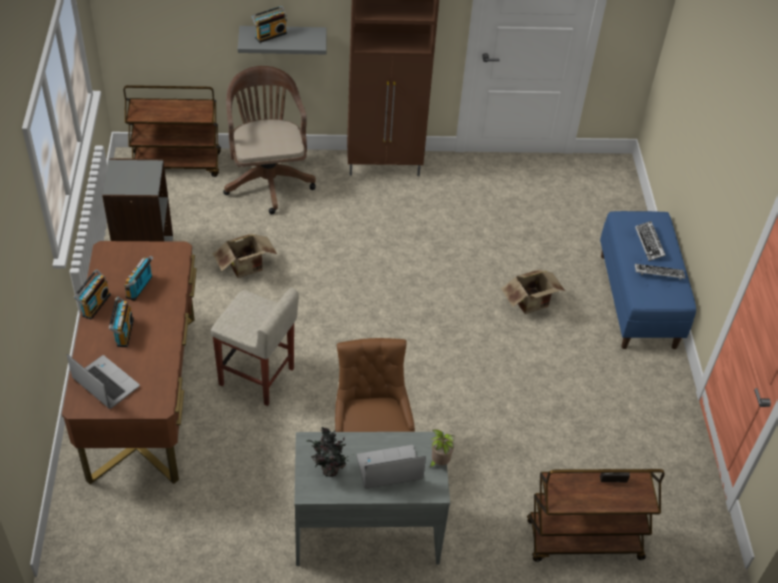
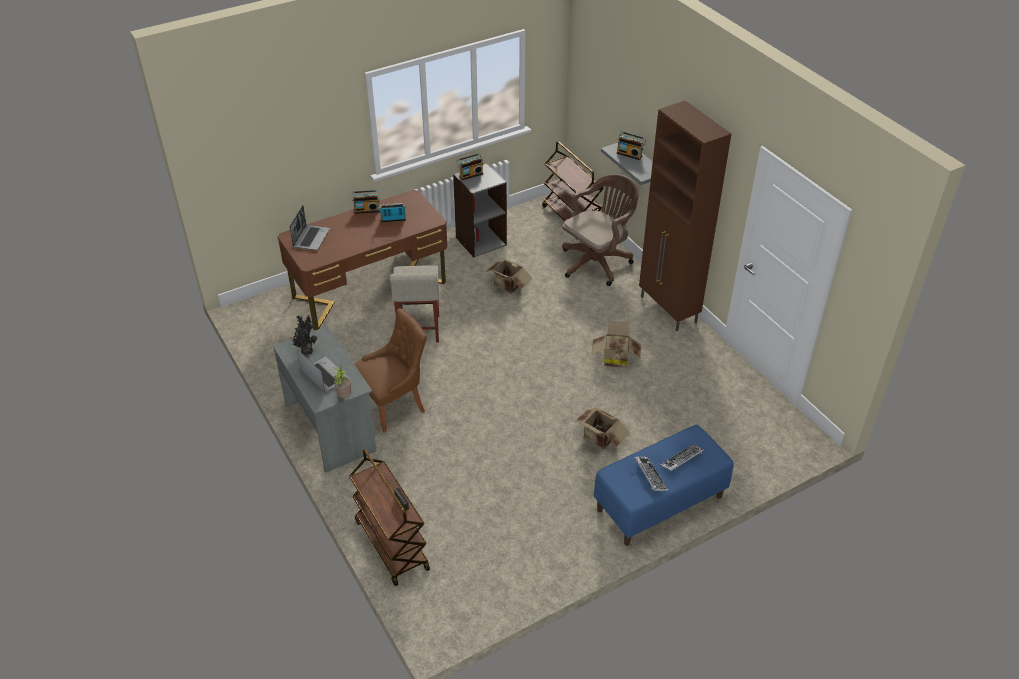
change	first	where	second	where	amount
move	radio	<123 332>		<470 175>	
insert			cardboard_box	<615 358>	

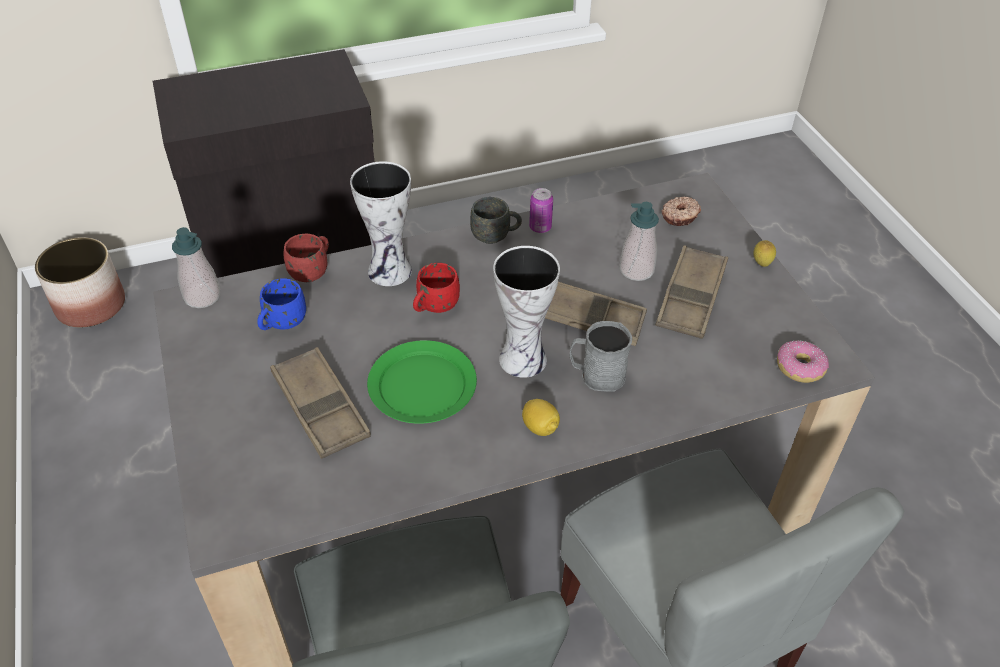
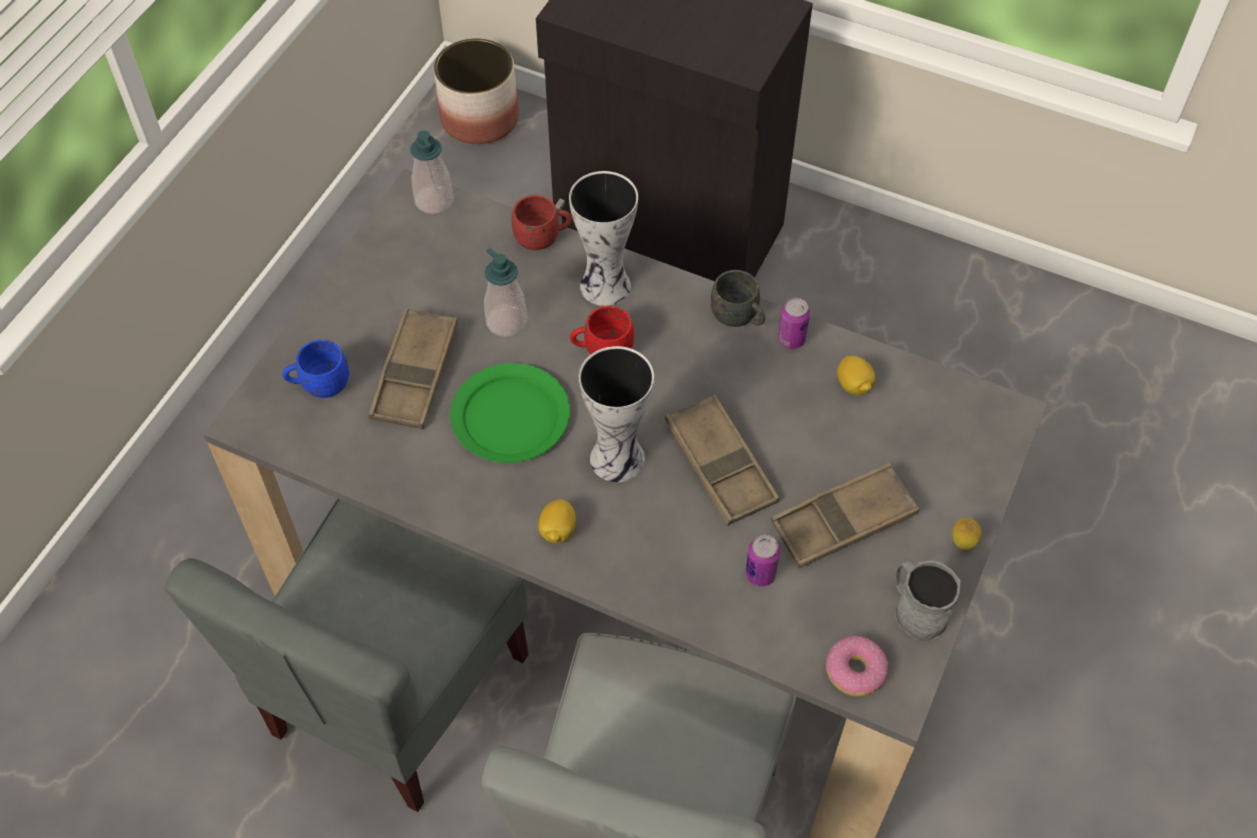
change	first	where	second	where	amount
delete	donut	<680 216>			
move	soap_dispenser	<636 270>		<506 322>	
move	blue_mug	<282 324>		<319 385>	
move	grey_mug	<596 375>		<915 611>	
insert			lemon	<854 385>	
insert			can	<760 574>	

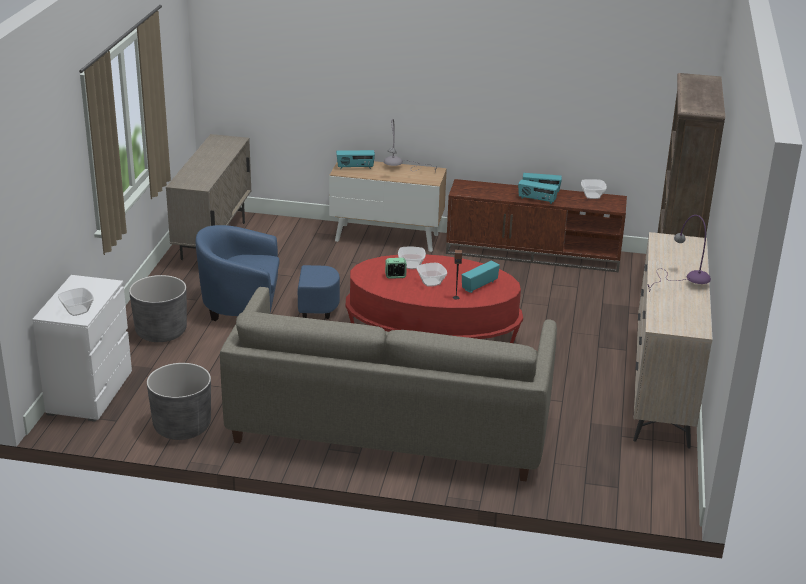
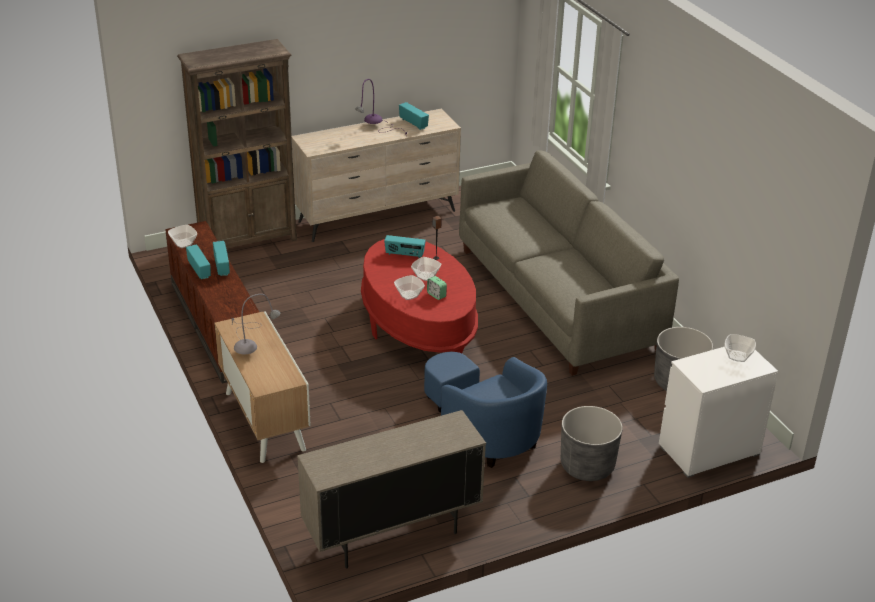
change	first	where	second	where	amount
move	radio	<355 167>		<413 123>	

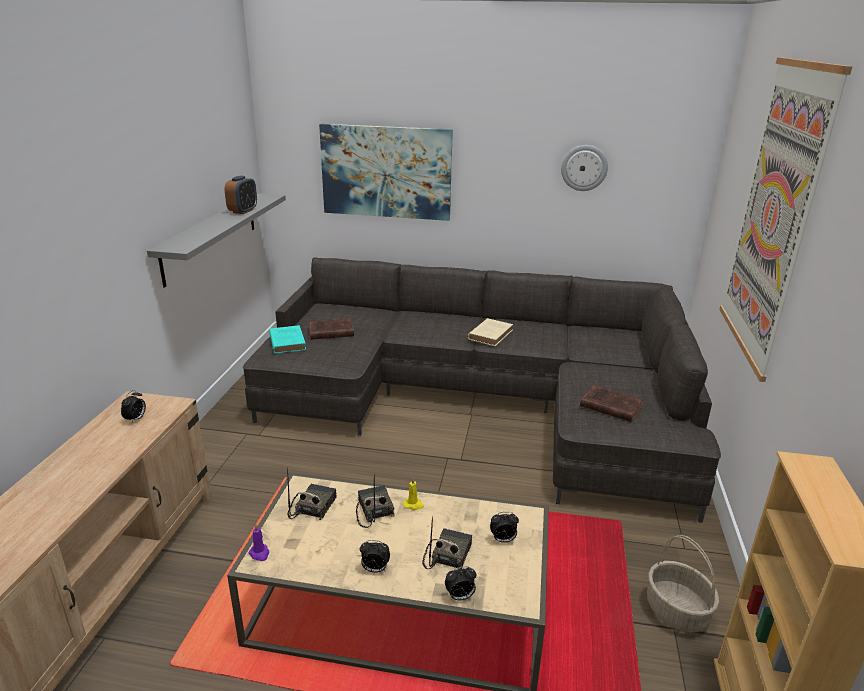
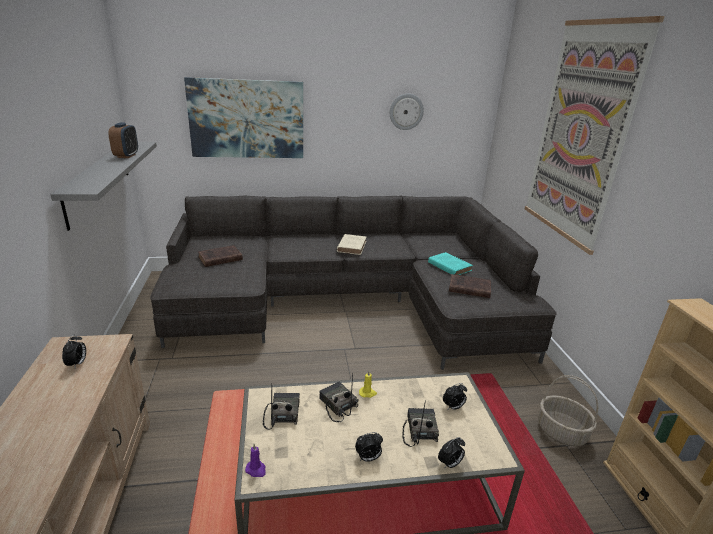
change	first	where	second	where	amount
move	turquoise_book	<287 342>		<448 266>	

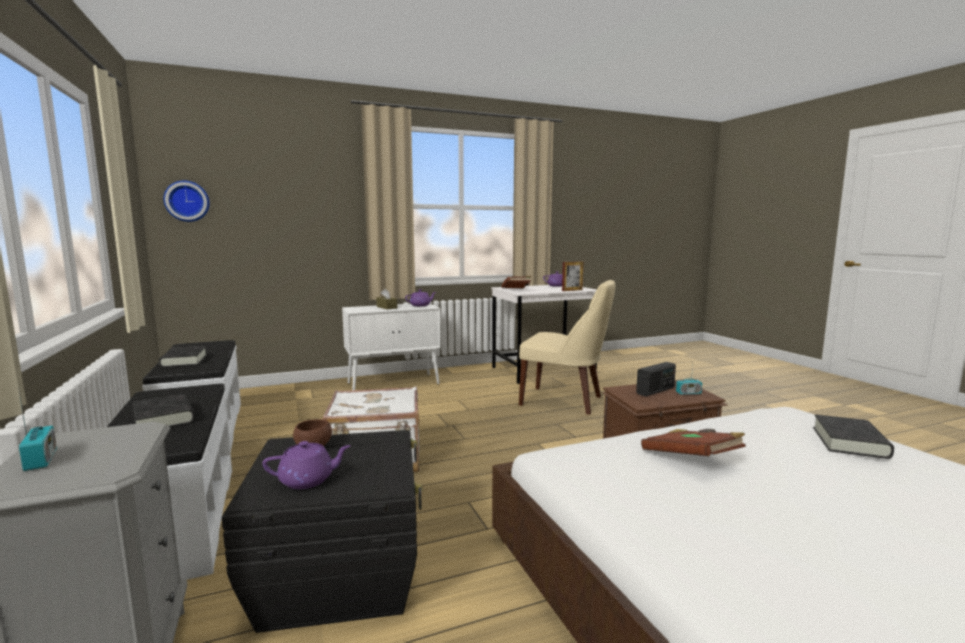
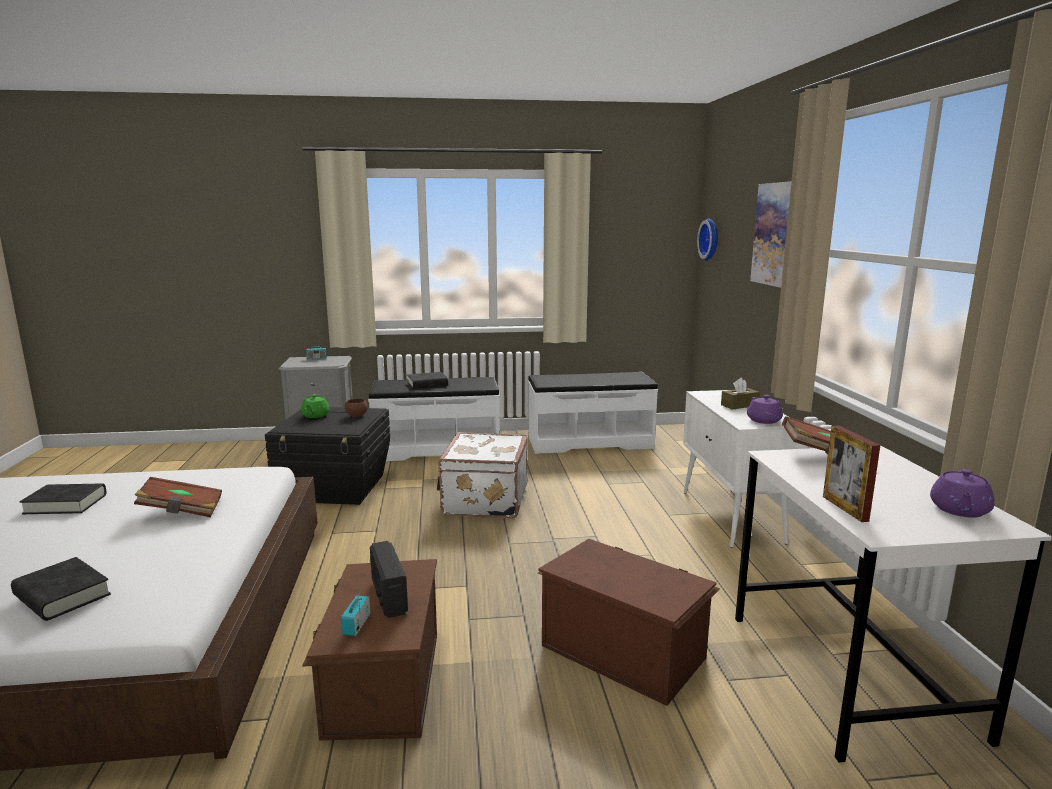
change	first	where	second	where	amount
replace	beige_chair	<565 401>	brown_storage_box	<623 650>	
move	black_book	<184 361>		<66 504>	
recolor	purple_teapot	<308 480>	green_teapot	<315 415>	
insert			picture	<776 234>	

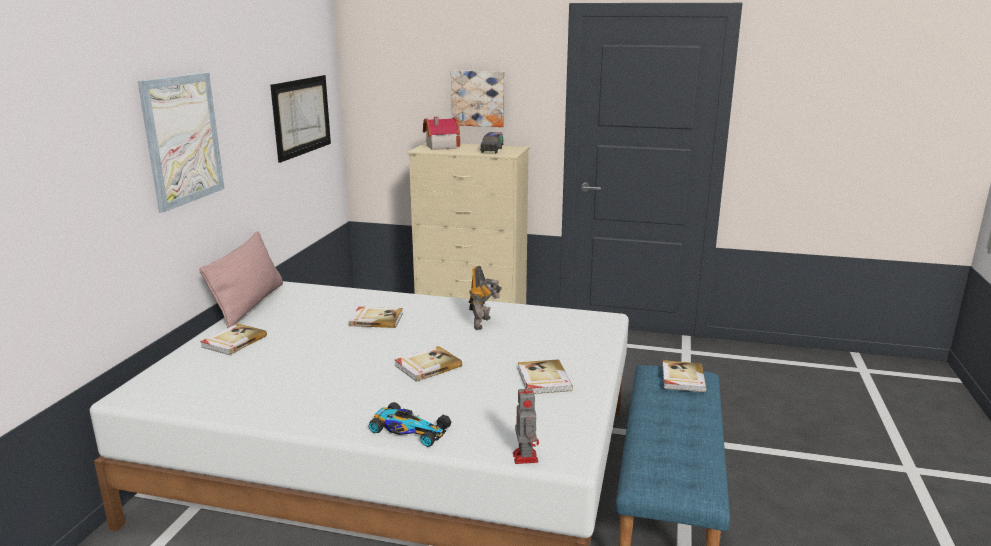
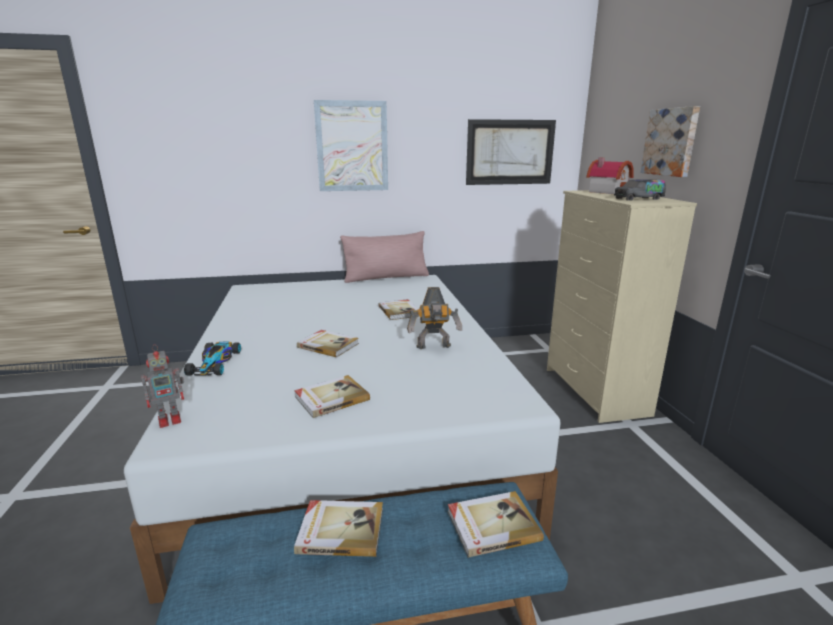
change	first	where	second	where	amount
move	book	<233 341>		<340 530>	

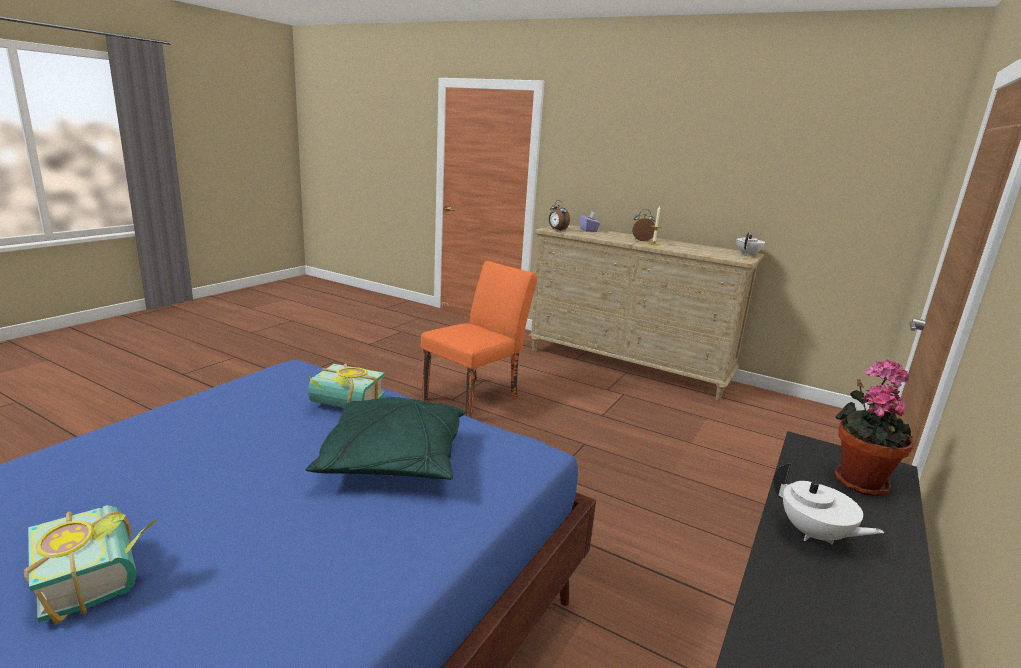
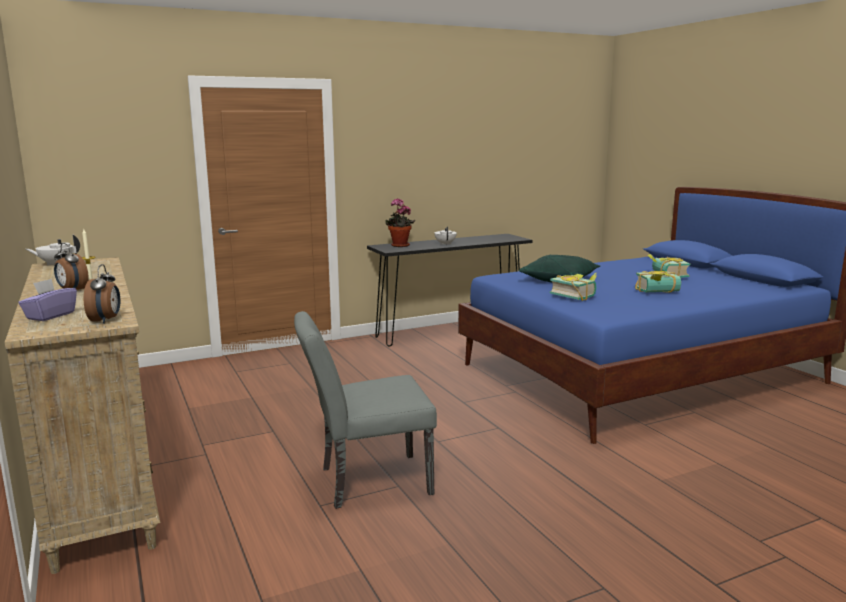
change	first	where	second	where	amount
recolor	orange_chair	<476 397>	grey_chair	<366 482>	
insert			book	<659 292>	

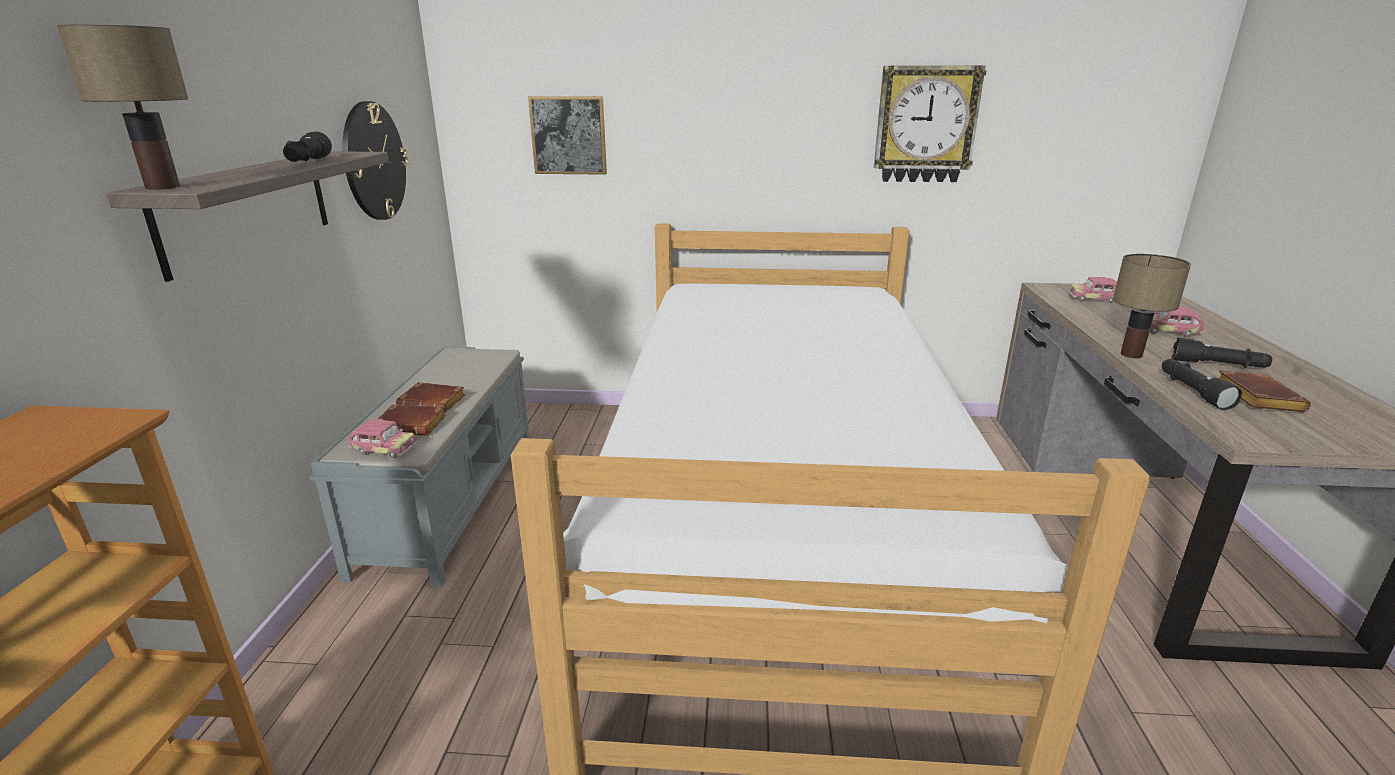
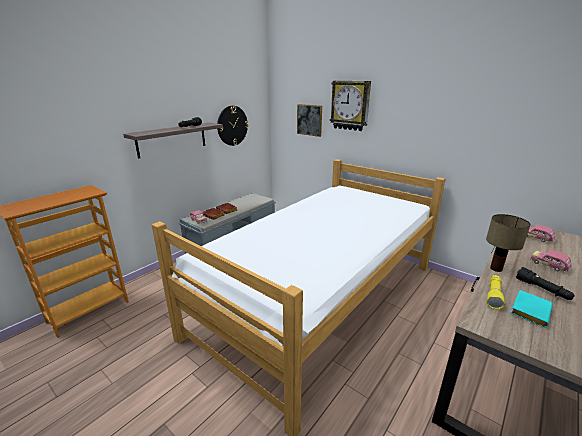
change	first	where	second	where	amount
delete	table_lamp	<162 187>			
move	wall_clock	<925 125>		<350 105>	
recolor	black_flashlight	<1192 391>	yellow_flashlight	<493 295>	
recolor	brown_book	<1254 397>	turquoise_book	<528 310>	

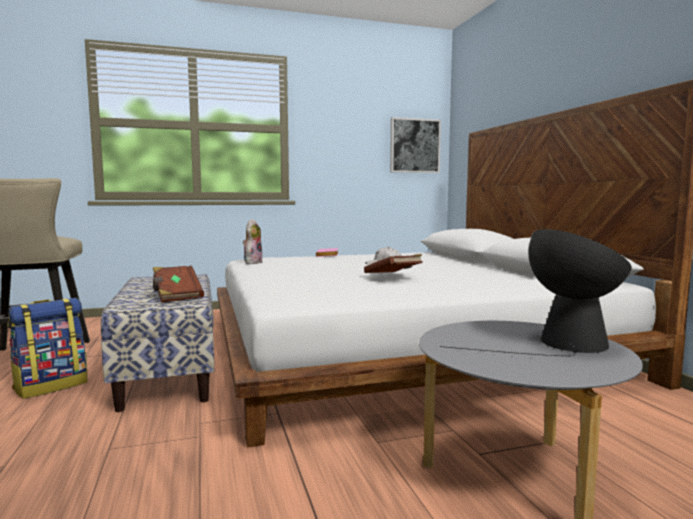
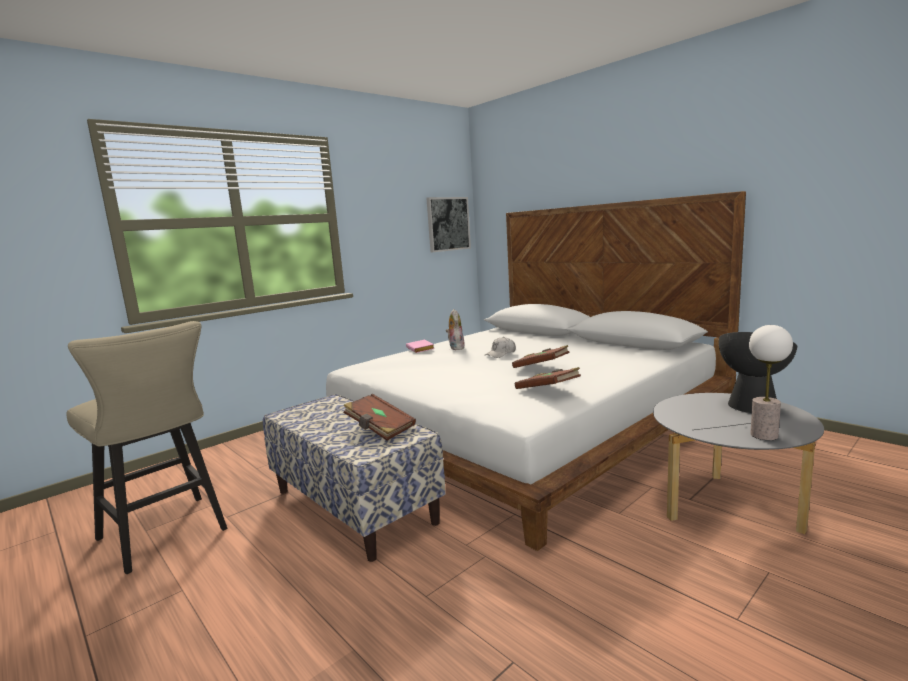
change	first	where	second	where	amount
move	plush_toy	<252 262>		<455 348>	
delete	backpack	<51 386>			
insert			table_lamp	<764 435>	
insert			brown_book	<548 390>	

